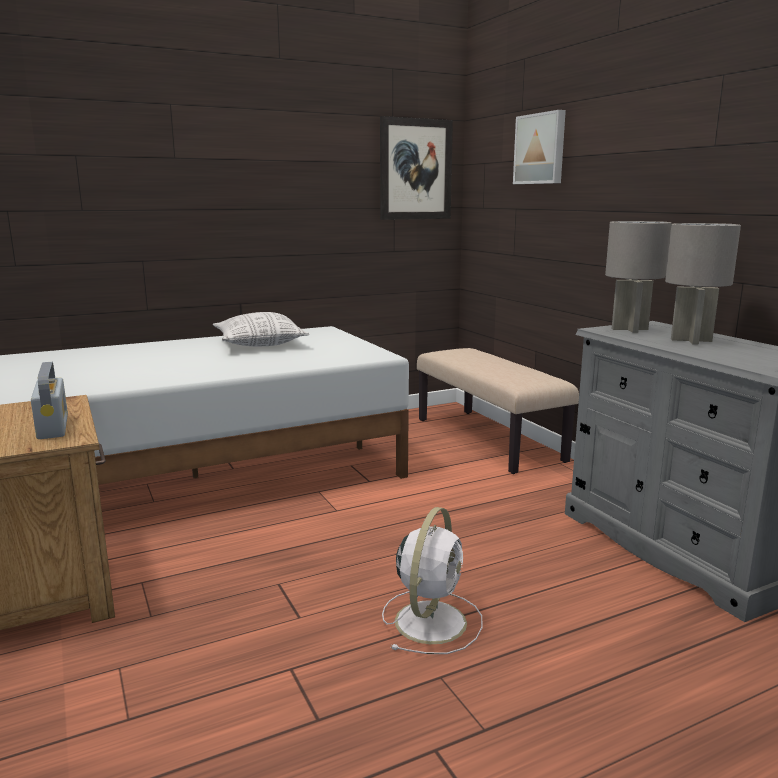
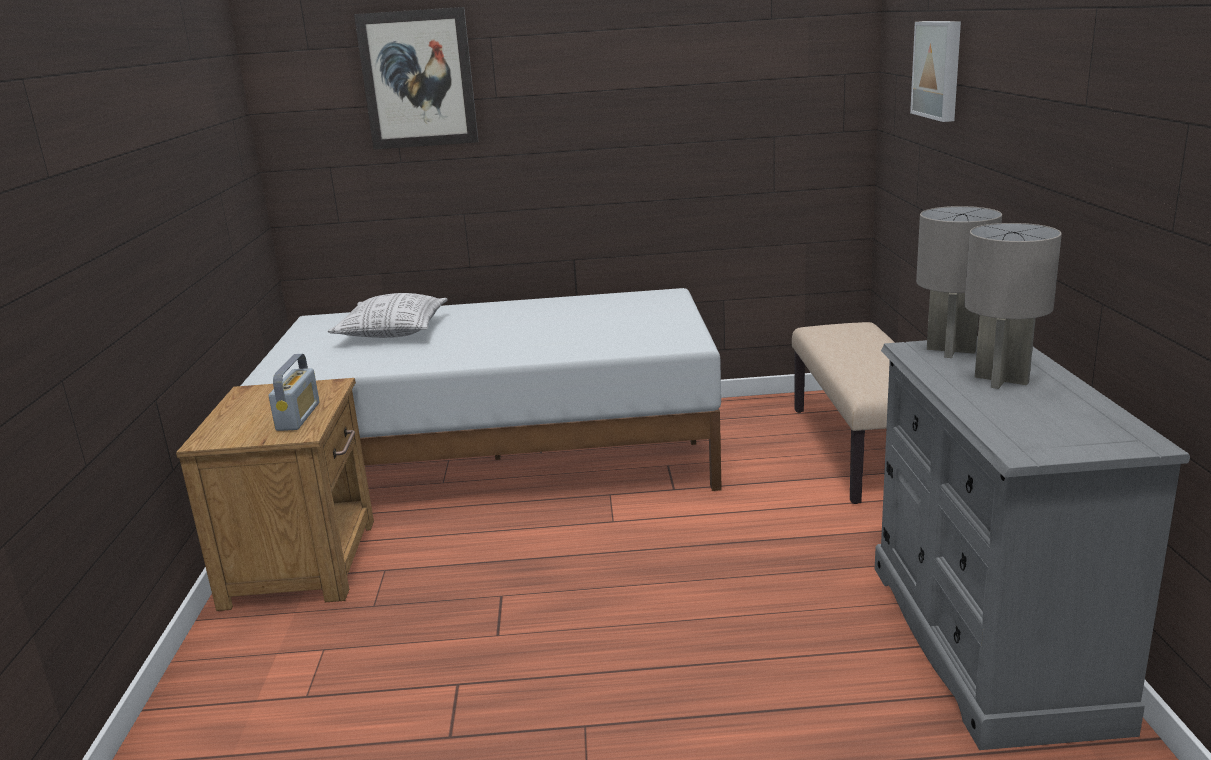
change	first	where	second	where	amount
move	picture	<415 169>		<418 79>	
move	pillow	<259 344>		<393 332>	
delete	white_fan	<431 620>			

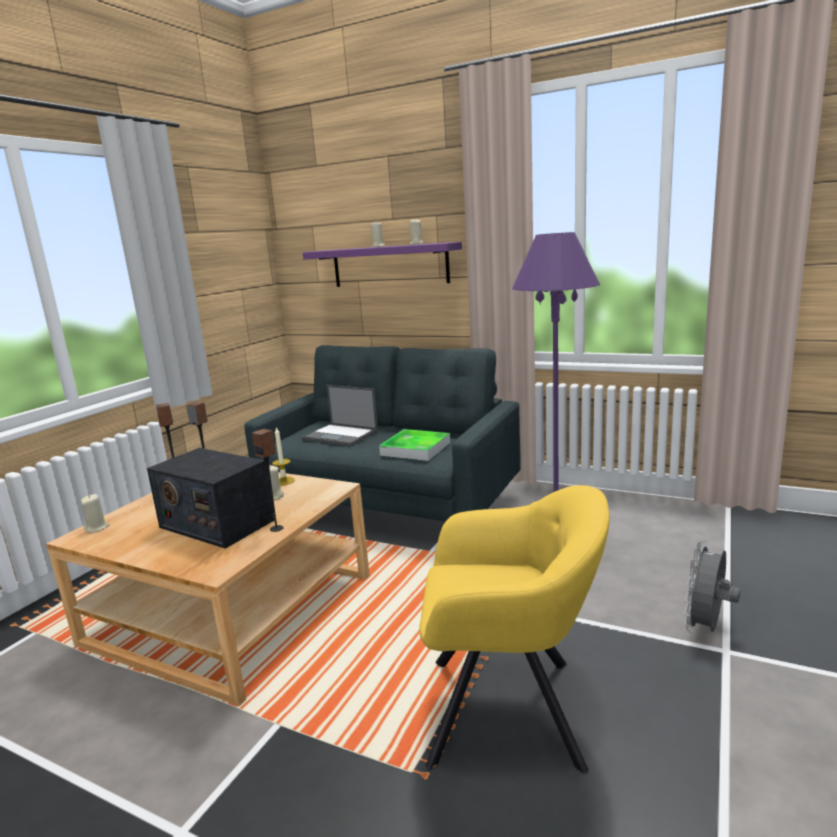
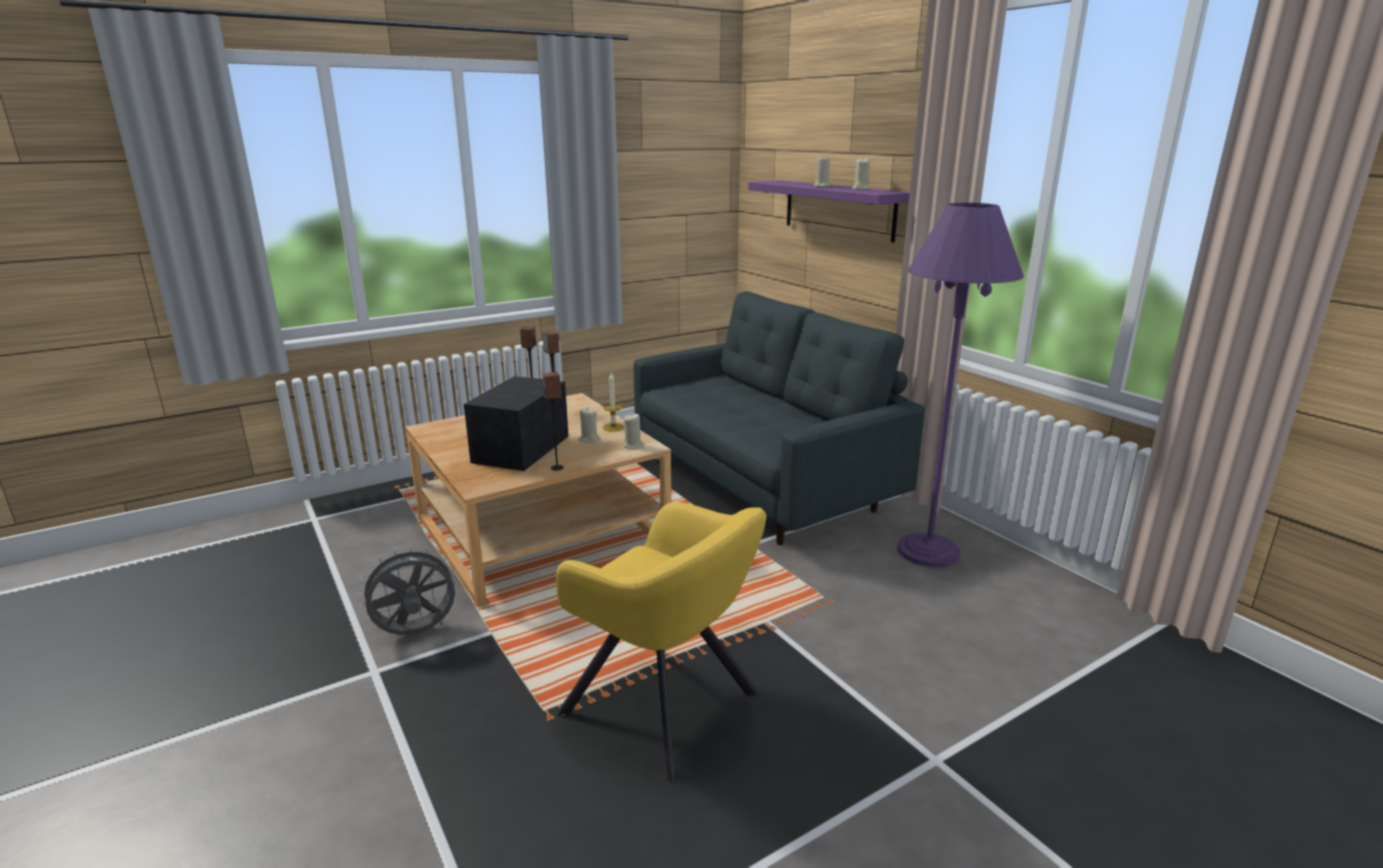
change	first	where	second	where	amount
delete	laptop	<341 435>			
delete	tray	<415 449>			
rotate	radio	<216 524>		<521 448>	45 degrees clockwise
move	beige_candle	<97 528>		<633 445>	
move	grey_fan	<706 628>		<416 633>	

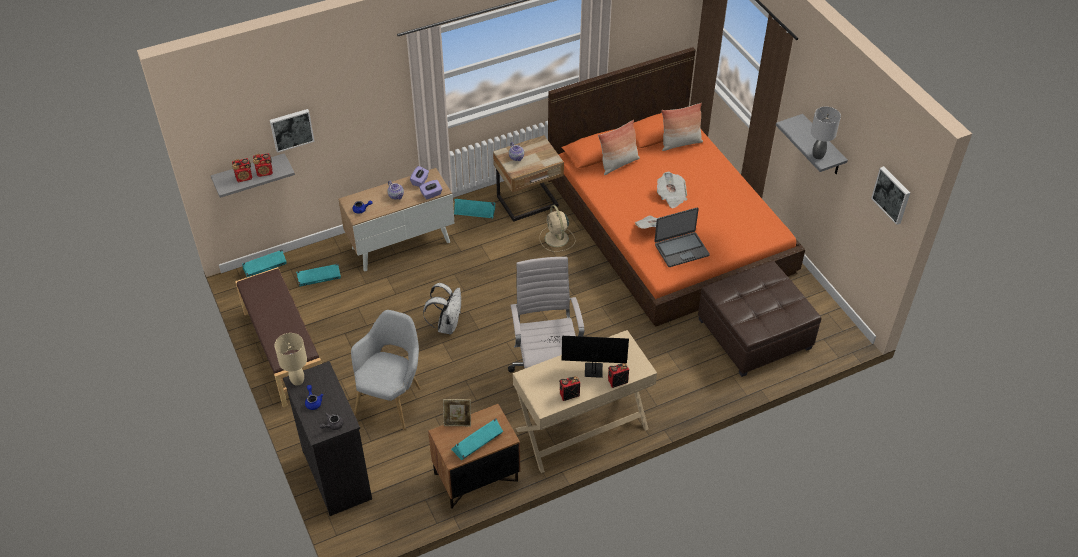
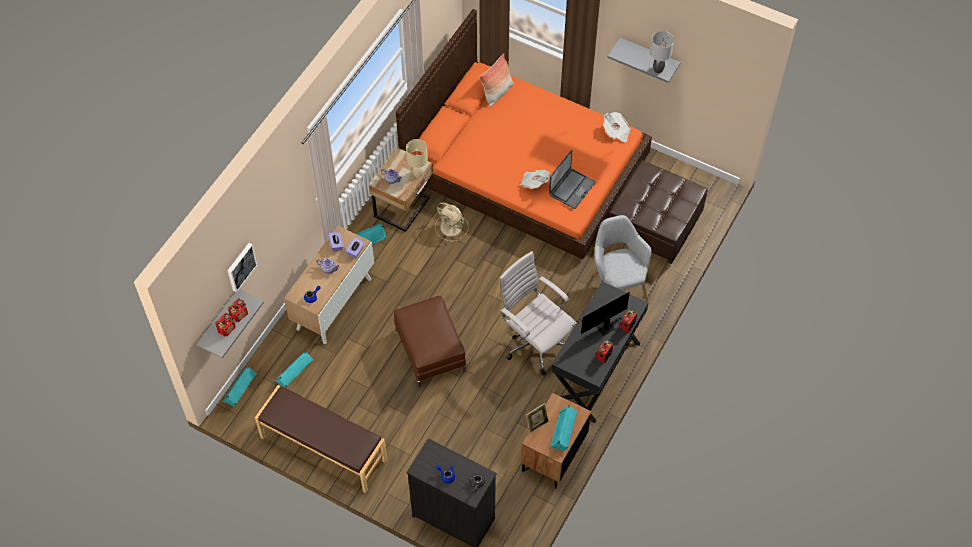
change	first	where	second	where	amount
delete	pillow	<618 164>			
delete	picture	<892 194>			
move	newspaper	<671 196>		<616 132>	
replace	white_backpack	<447 325>	brown_ottoman	<430 350>	
move	grey_armchair	<392 398>		<617 285>	
recolor	beige_desk	<582 429>	black_desk	<596 372>	
move	beige_table_lamp	<297 380>		<417 174>	

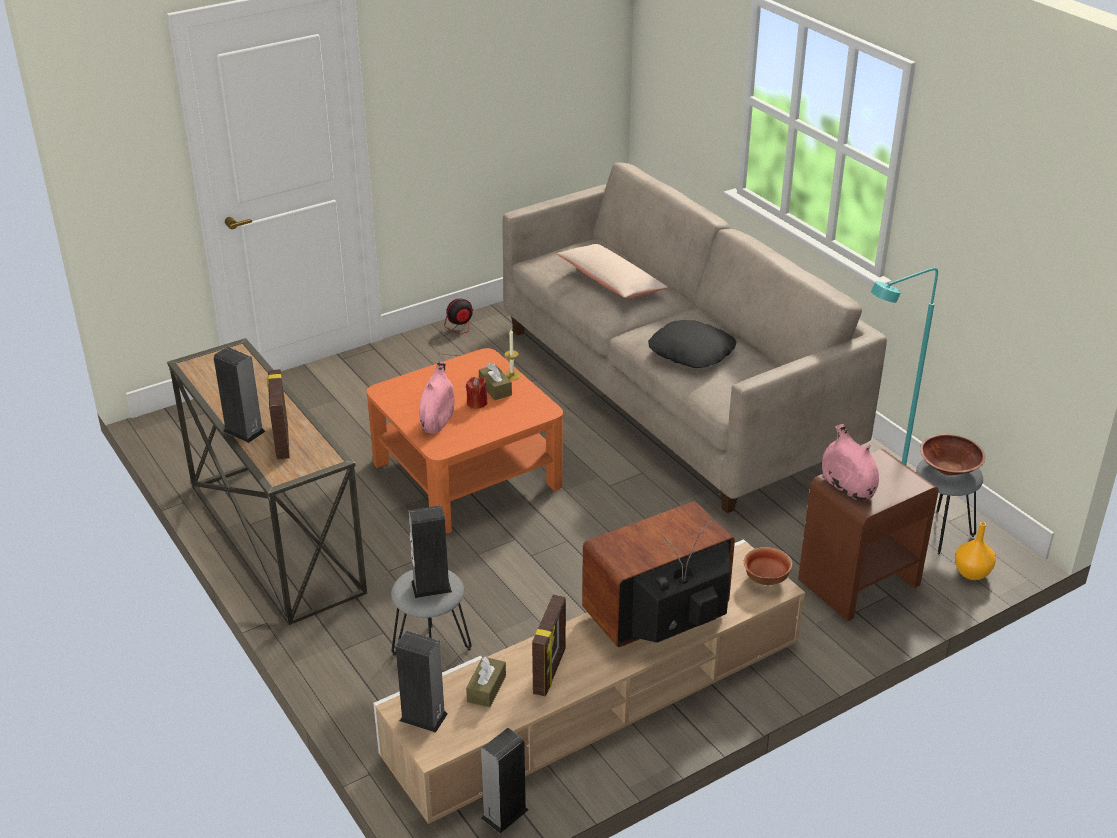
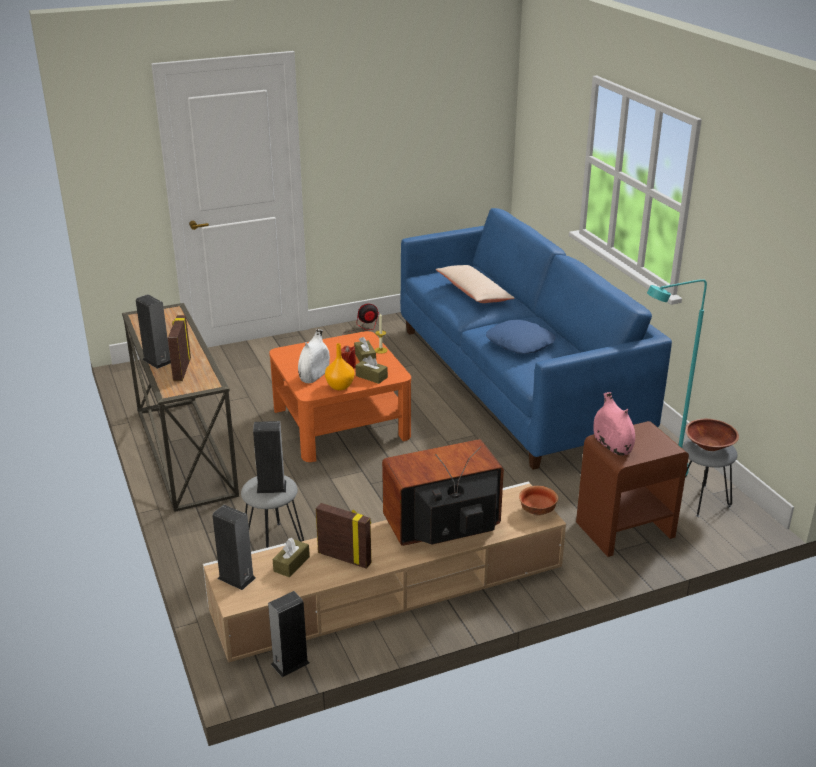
change	first	where	second	where	amount
recolor	beige_sofa	<674 391>	blue_sofa	<517 381>	
recolor	black_pillow	<692 352>	blue_pillow	<520 343>	
recolor	pink_vase	<437 421>	white_vase	<314 375>	
move	orange_vase	<972 572>		<340 386>	
rotate	picture_frame	<550 671>		<345 557>	90 degrees counterclockwise
insert			brown_tissue_box	<371 376>	

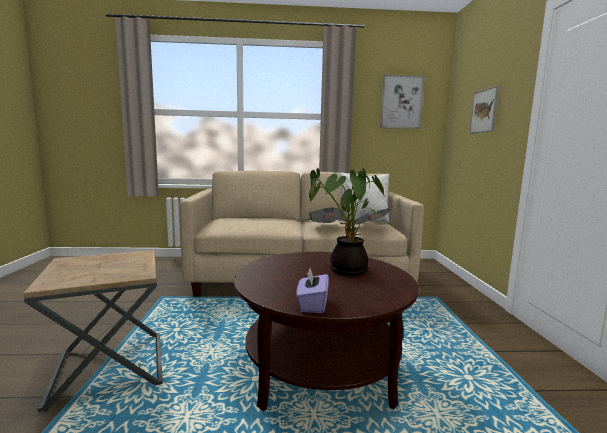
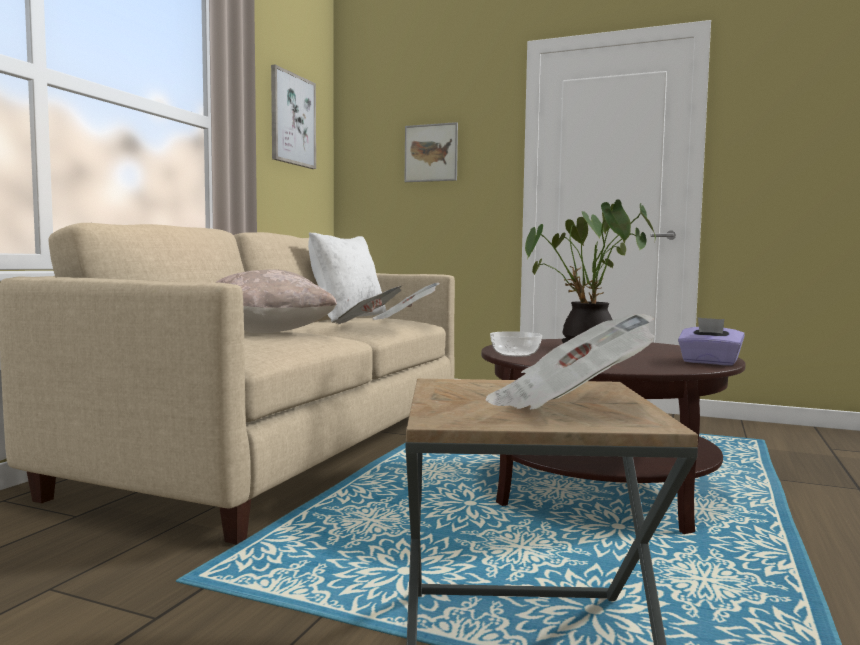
change	first	where	second	where	amount
insert			beige_pillow	<268 332>	
insert			newspaper	<567 405>	
insert			bowl	<514 354>	

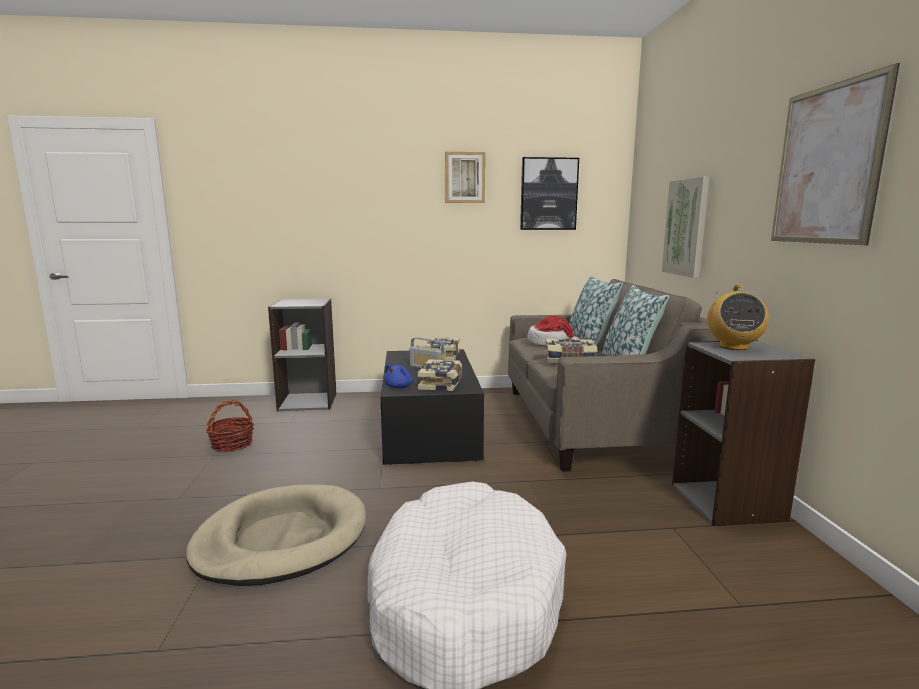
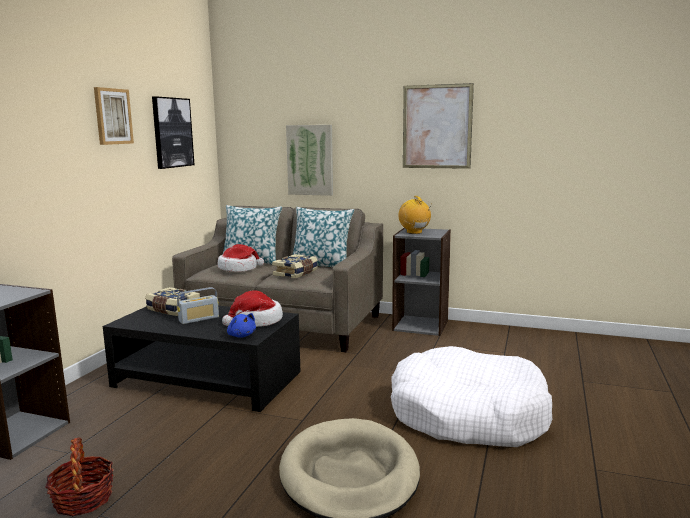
change	first	where	second	where	amount
rotate	radio	<733 347>		<414 232>	150 degrees counterclockwise
replace	book	<442 384>	hat	<256 321>	

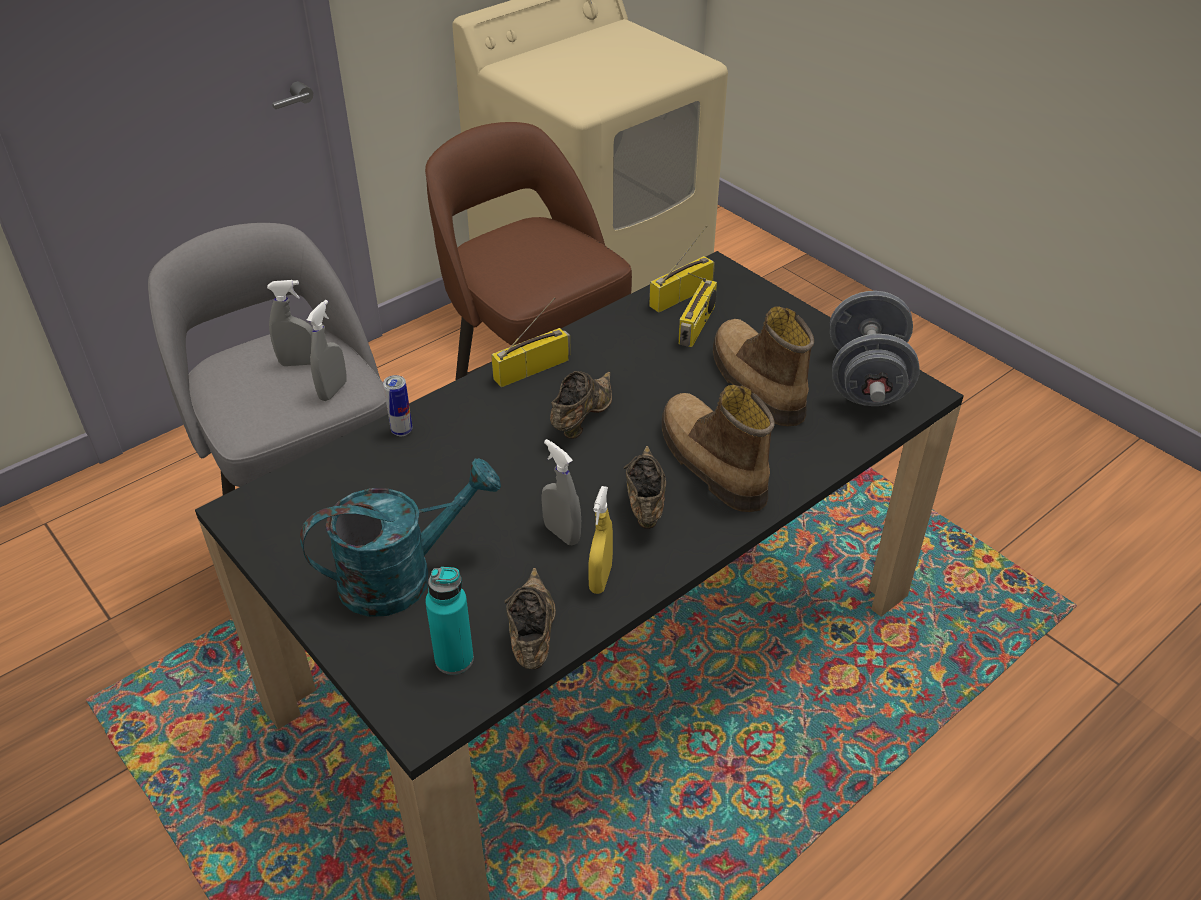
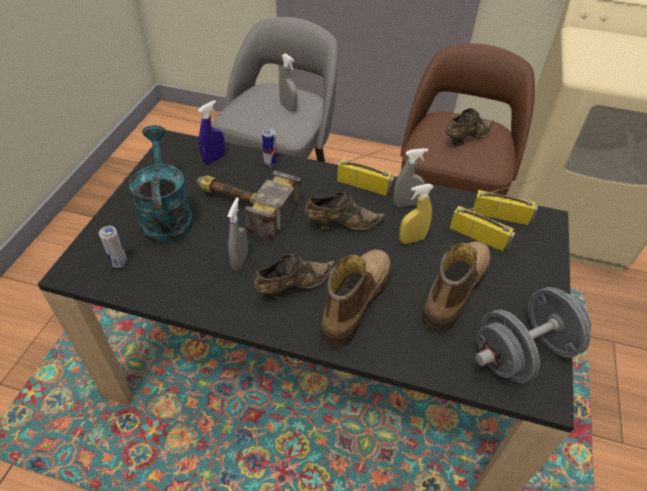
change	first	where	second	where	amount
rotate	radio	<697 326>		<479 236>	135 degrees counterclockwise
move	grey_spray_bottle	<333 390>		<406 204>	
rotate	turquoise_watering_can	<402 576>		<166 215>	135 degrees counterclockwise
move	yellow_spray_bottle	<600 579>		<412 239>	
replace	turquoise_bottle	<454 659>	can	<119 263>	
move	brown_shoe	<532 638>		<465 138>	
insert			blue_spray_bottle	<214 159>	
insert			hammer	<242 205>	

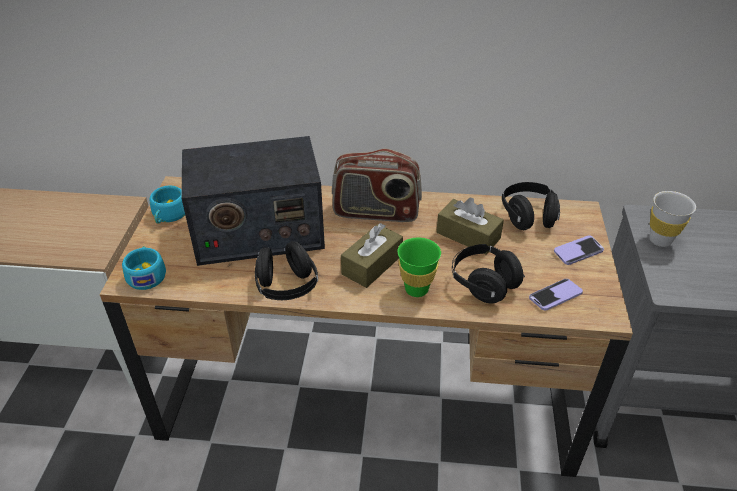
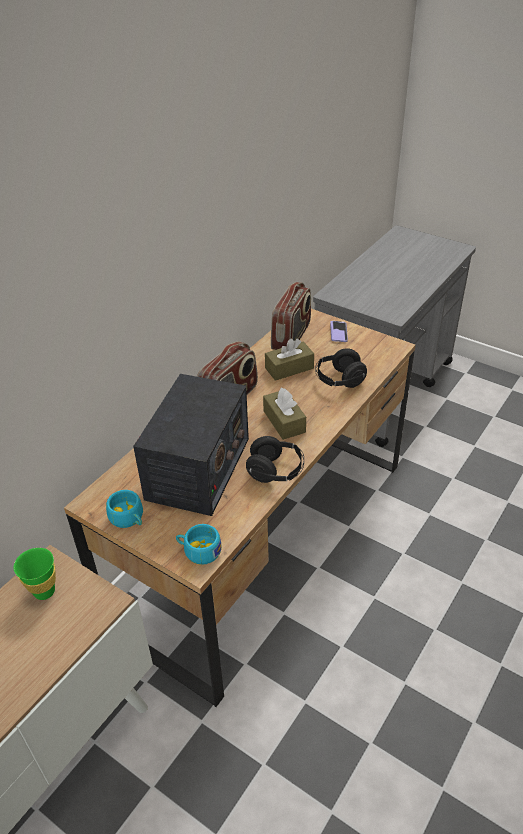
change	first	where	second	where	amount
replace	black_headphones	<528 217>	radio	<291 336>	
delete	white_cup	<660 240>			
move	green_cup	<416 289>		<44 591>	
delete	phone	<555 295>			

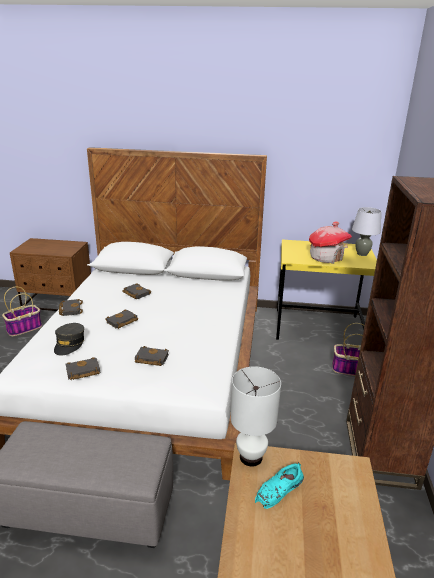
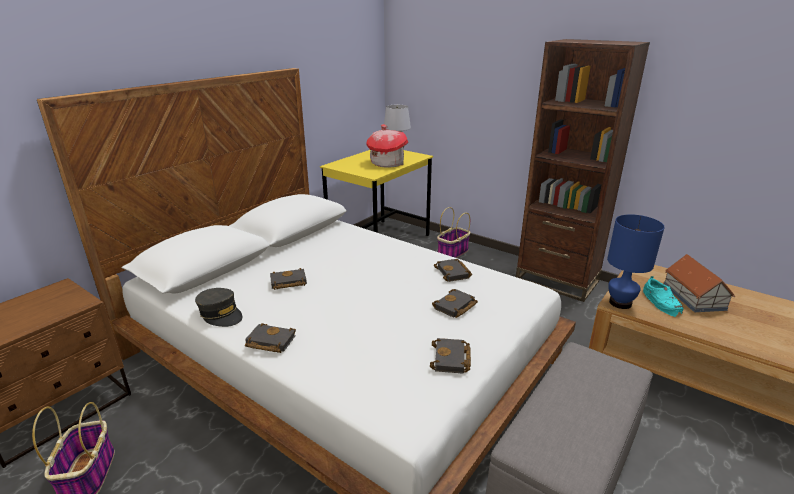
change	first	where	second	where	amount
move	black_book	<122 322>		<454 273>	
move	grey_cap	<69 344>		<220 314>	
recolor	white_table_lamp	<251 457>	blue_table_lamp	<620 303>	
insert			toy_house	<693 296>	

